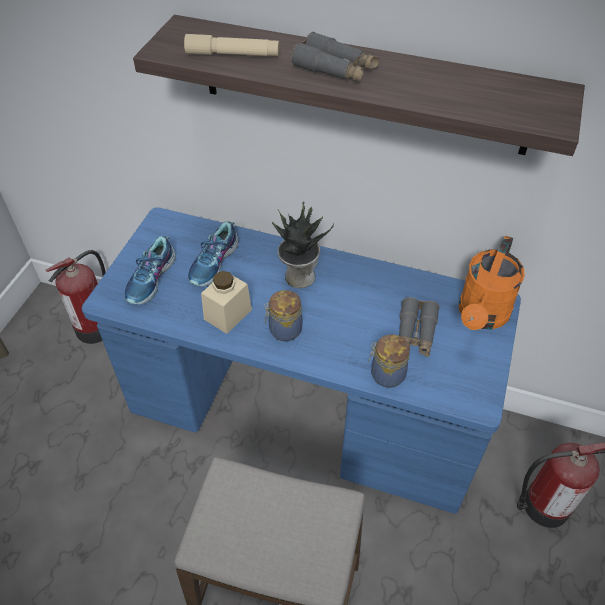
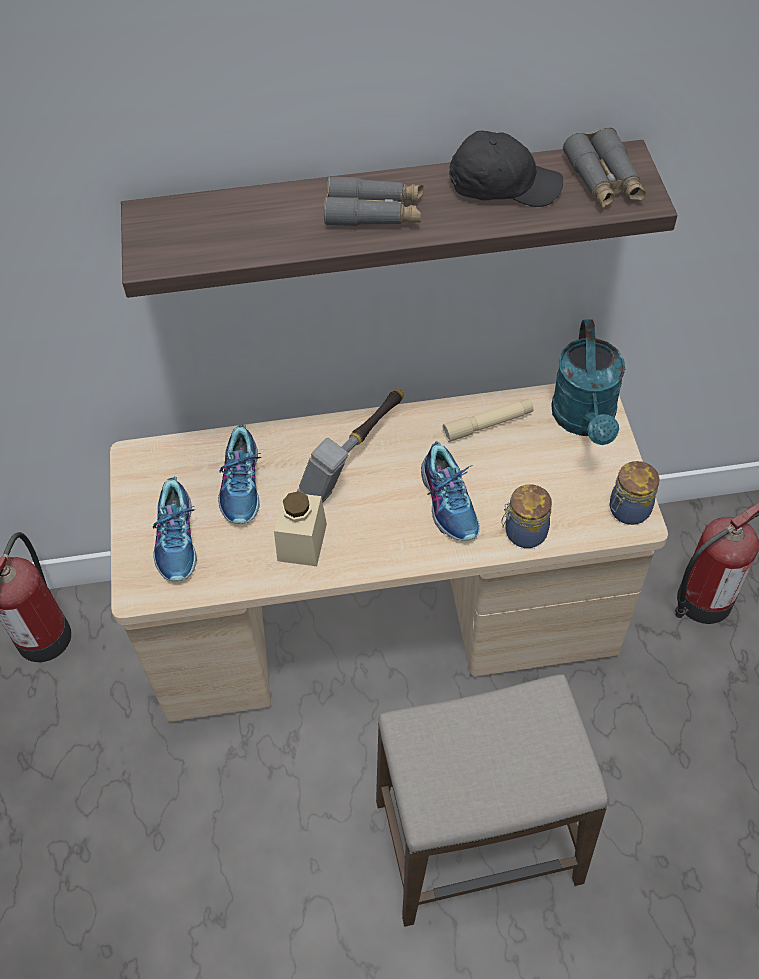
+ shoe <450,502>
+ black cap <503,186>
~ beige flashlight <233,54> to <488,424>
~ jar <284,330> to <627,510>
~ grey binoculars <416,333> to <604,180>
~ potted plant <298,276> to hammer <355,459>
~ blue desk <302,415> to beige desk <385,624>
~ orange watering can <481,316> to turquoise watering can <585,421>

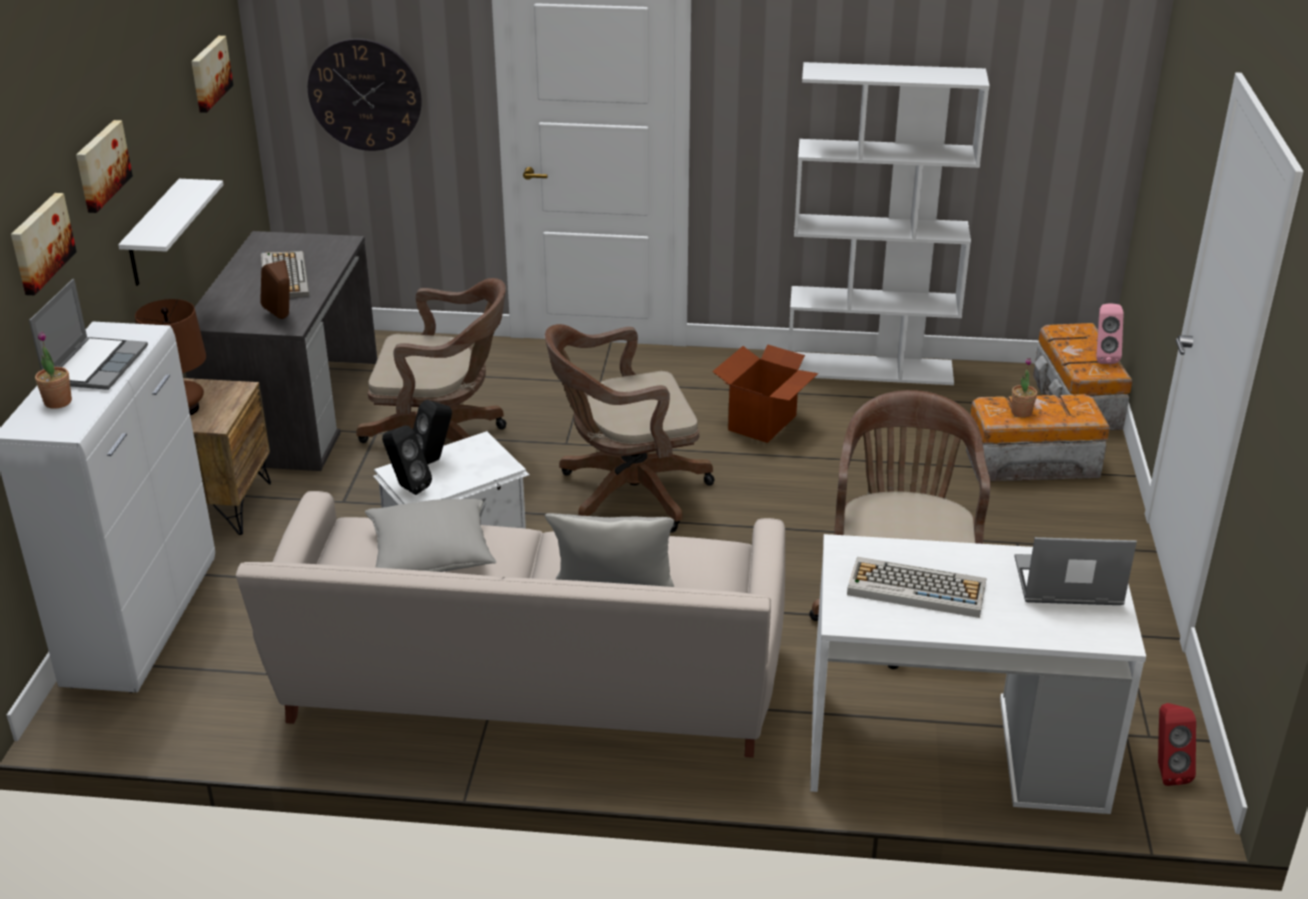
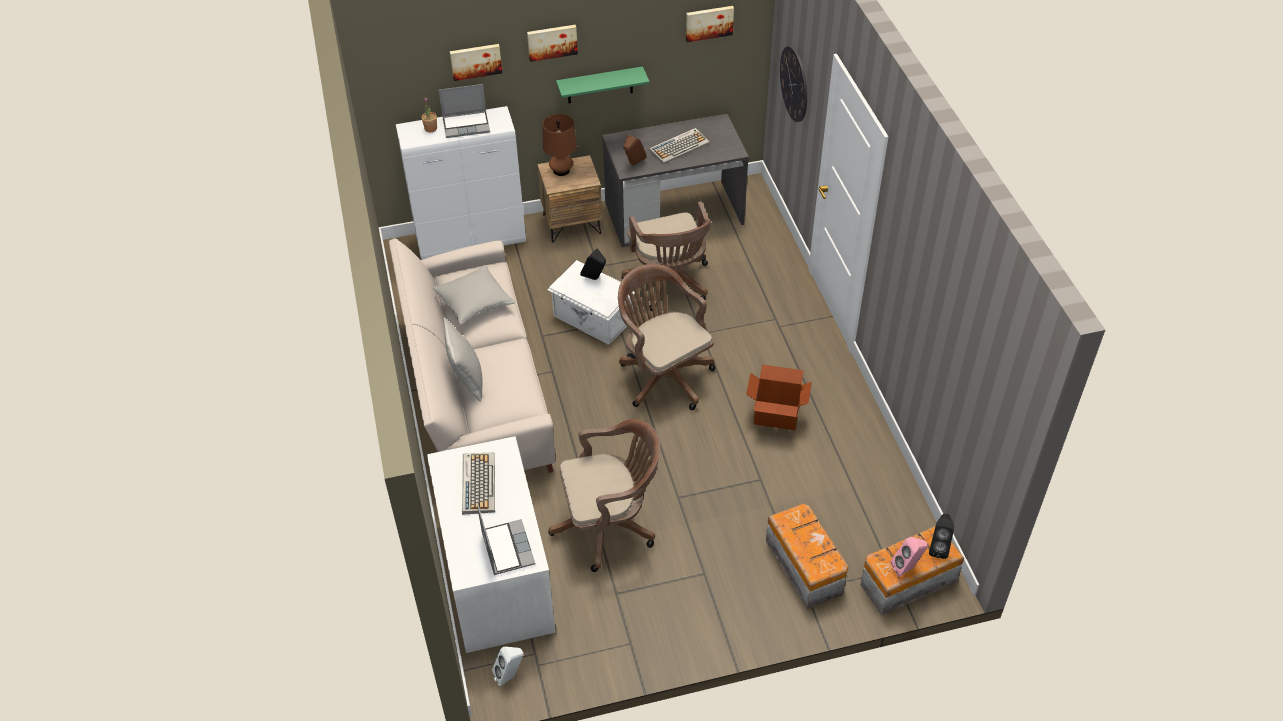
- white bookcase <870,369>
- potted plant <1021,412>
~ black speaker <407,487> to <938,548>
~ white shelf <154,234> to green shelf <600,85>
~ red speaker <1166,771> to white speaker <510,676>

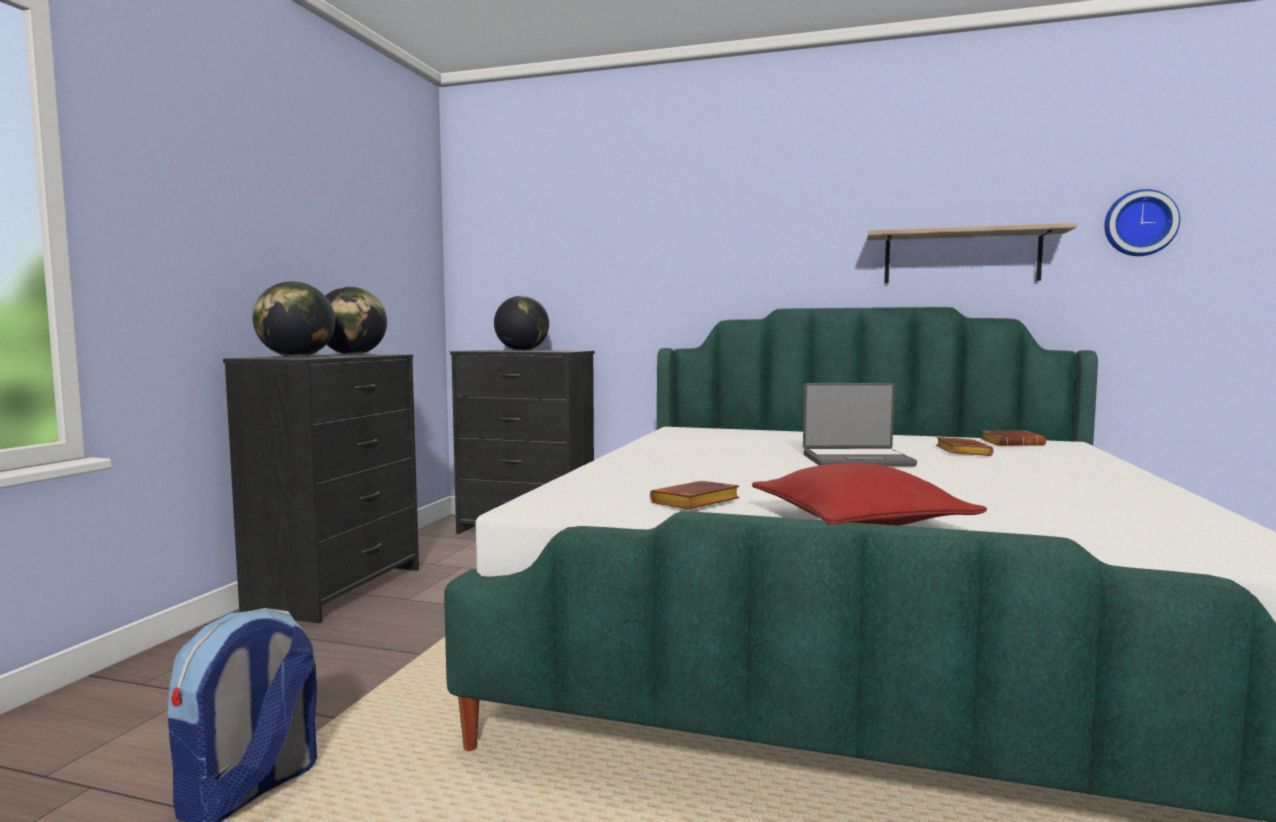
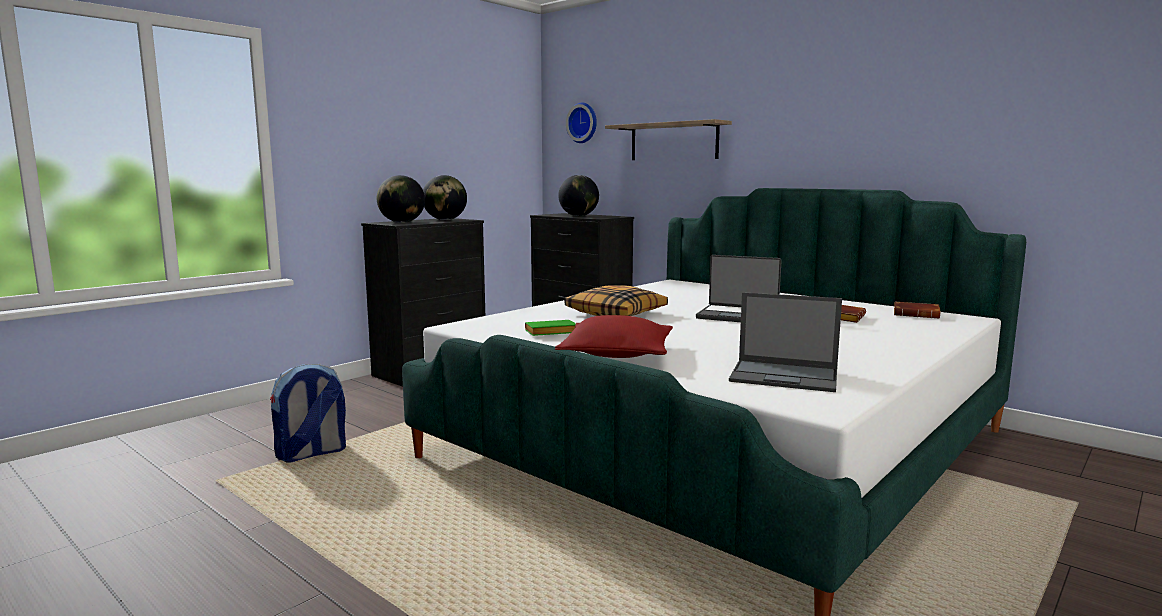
+ pillow <616,313>
+ laptop <785,376>
~ shelf <961,257> to <673,141>
~ wall clock <1139,223> to <583,123>
~ brown book <695,503> to green book <550,333>

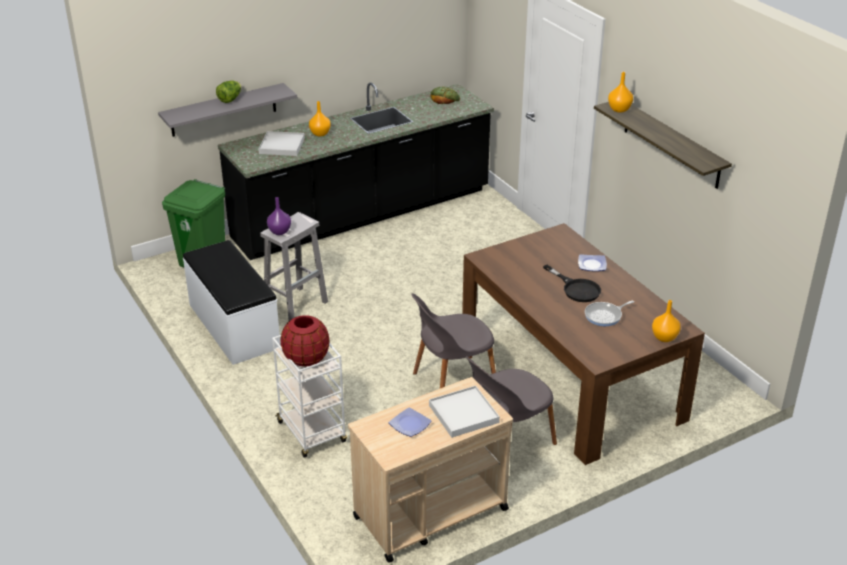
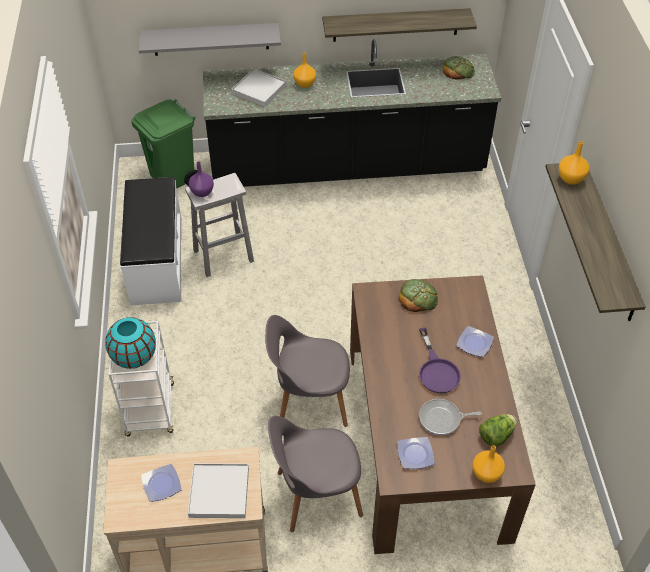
+ shelf <395,25>
+ plate <414,454>
+ bread <418,297>
~ lettuce <230,99> to <496,435>
~ red vase <306,358> to turquoise vase <134,356>
~ black frying pan <576,289> to purple frying pan <437,370>

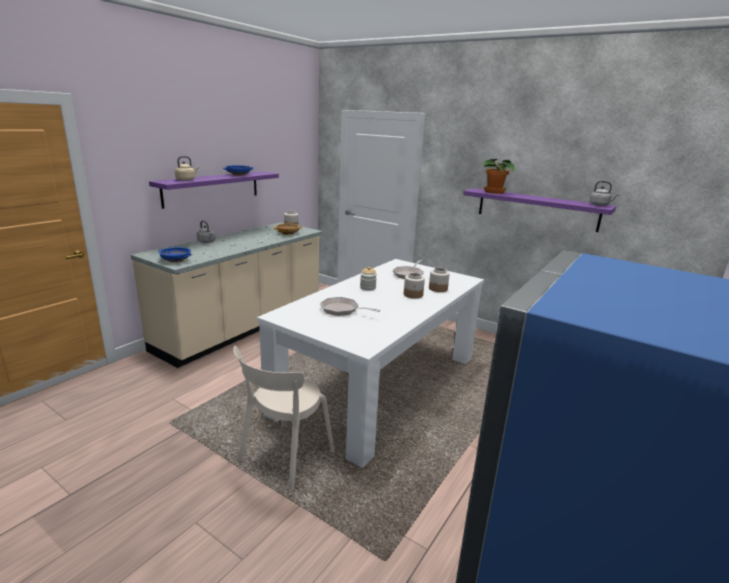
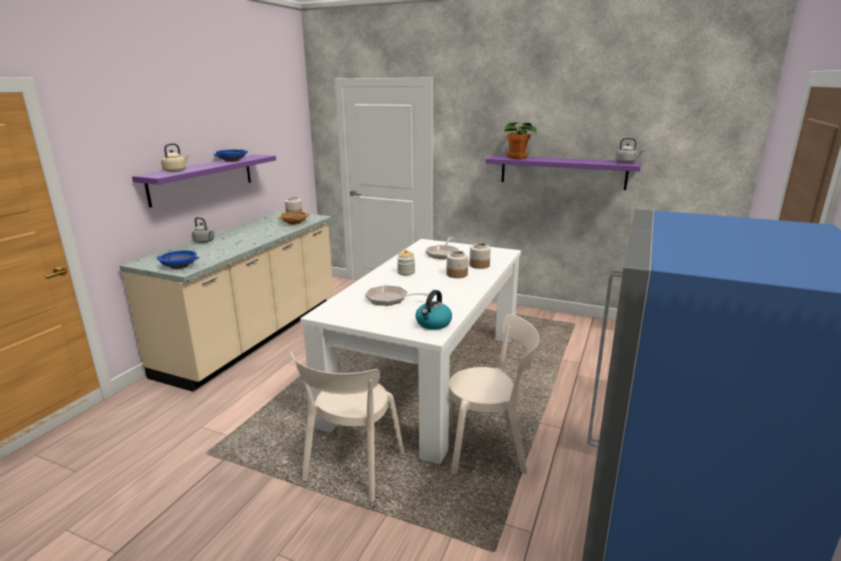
+ kettle <433,323>
+ beige chair <489,448>

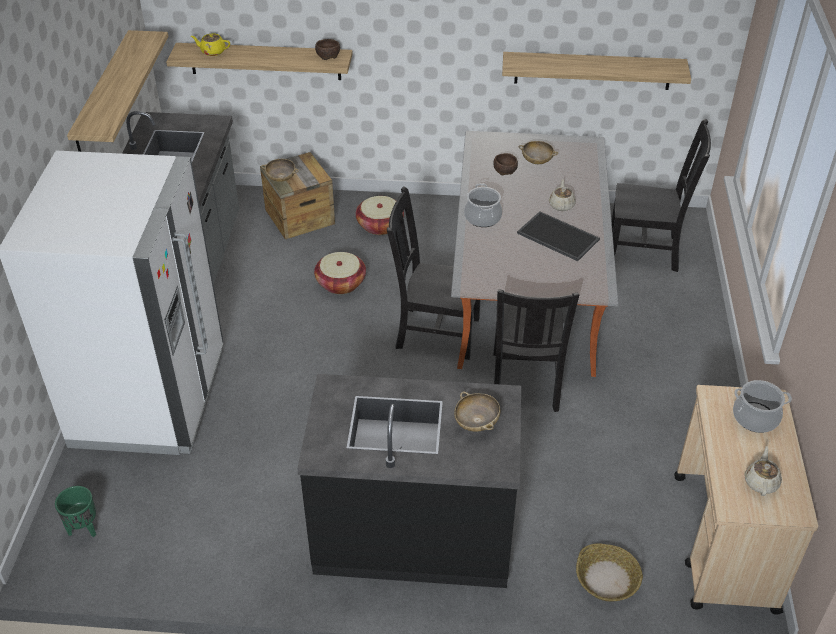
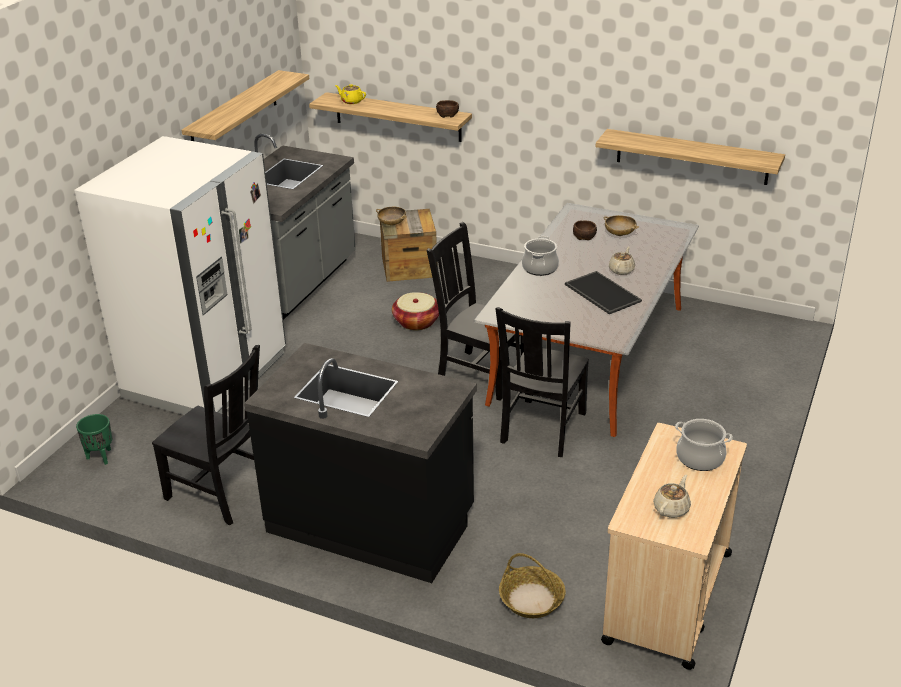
- basket <380,225>
- beige bowl <476,422>
~ black chair <646,250> to <221,493>

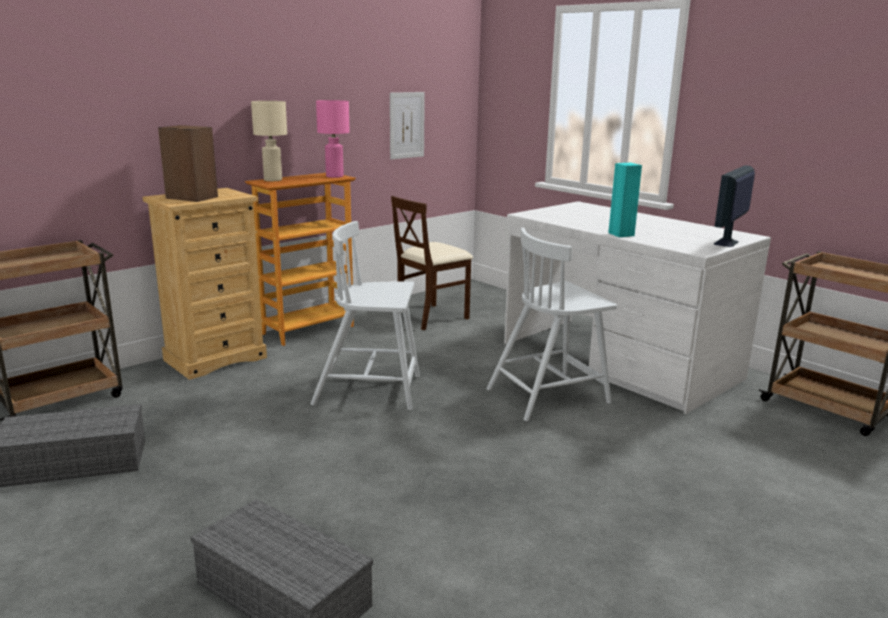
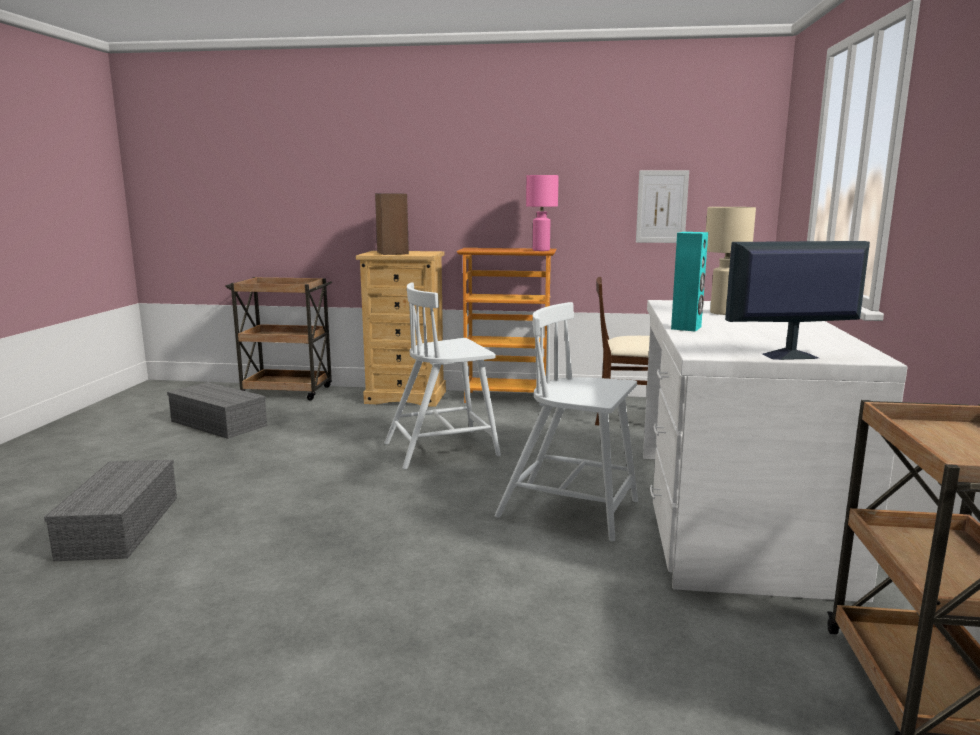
~ beige table lamp <272,180> to <722,313>
~ white chair <370,390> = <443,449> 75 degrees counterclockwise

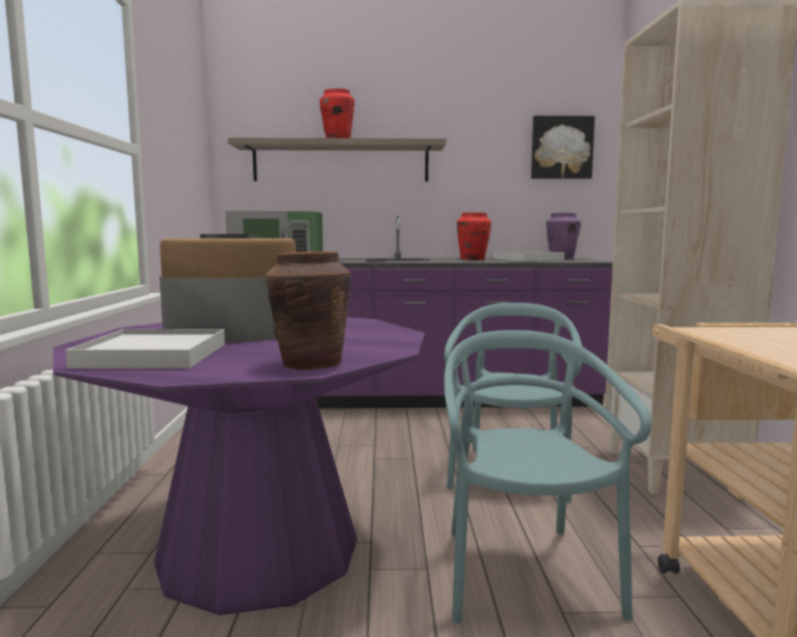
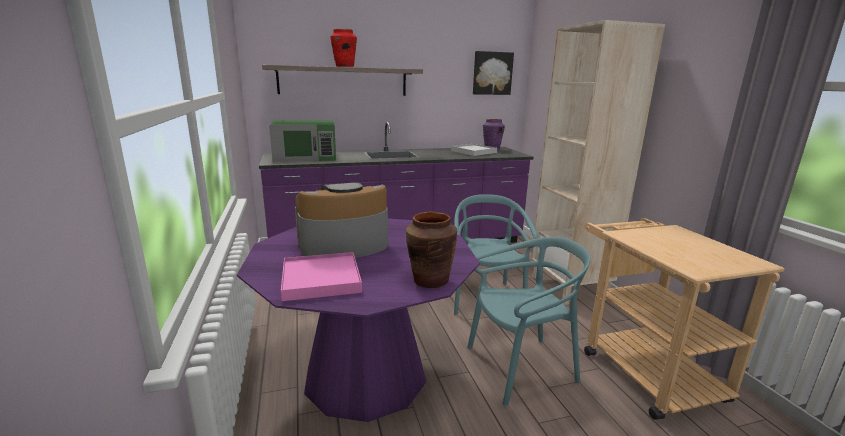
- red vase <473,259>
~ white tray <153,355> to pink tray <321,279>
~ turquoise chair <524,574> = <521,367> 90 degrees clockwise

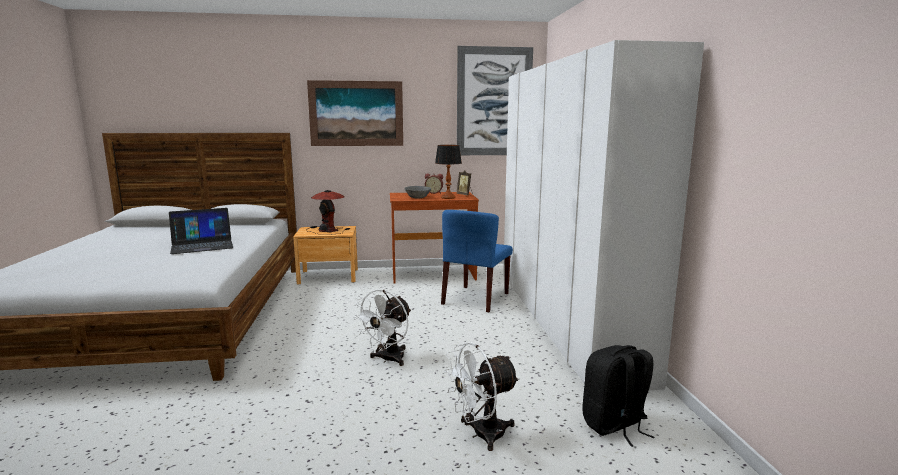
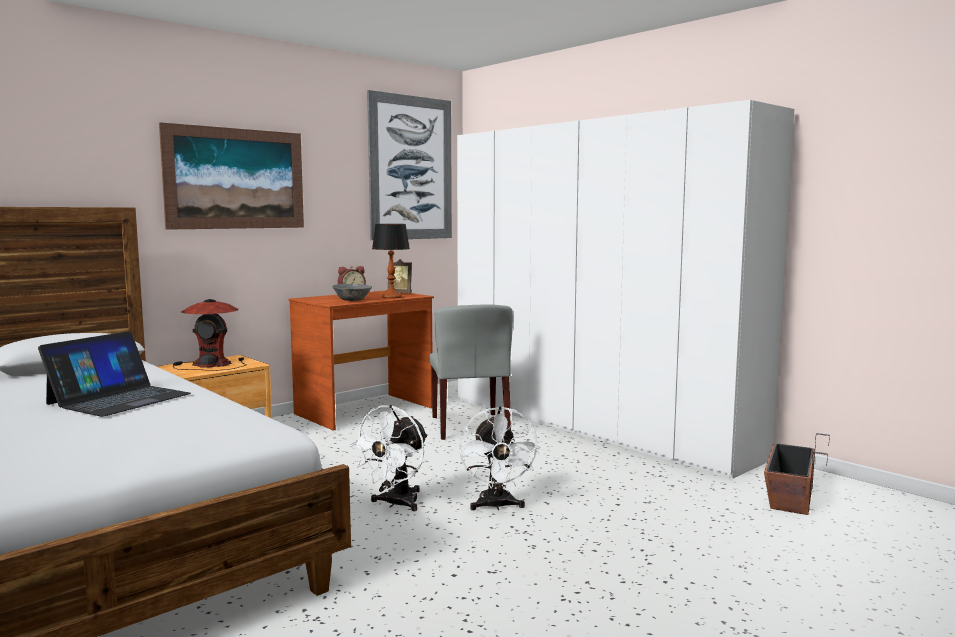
~ white fan <481,435> to <396,504>
~ black backpack <615,425> to planter <790,496>
~ blue chair <476,299> to grey chair <470,426>

